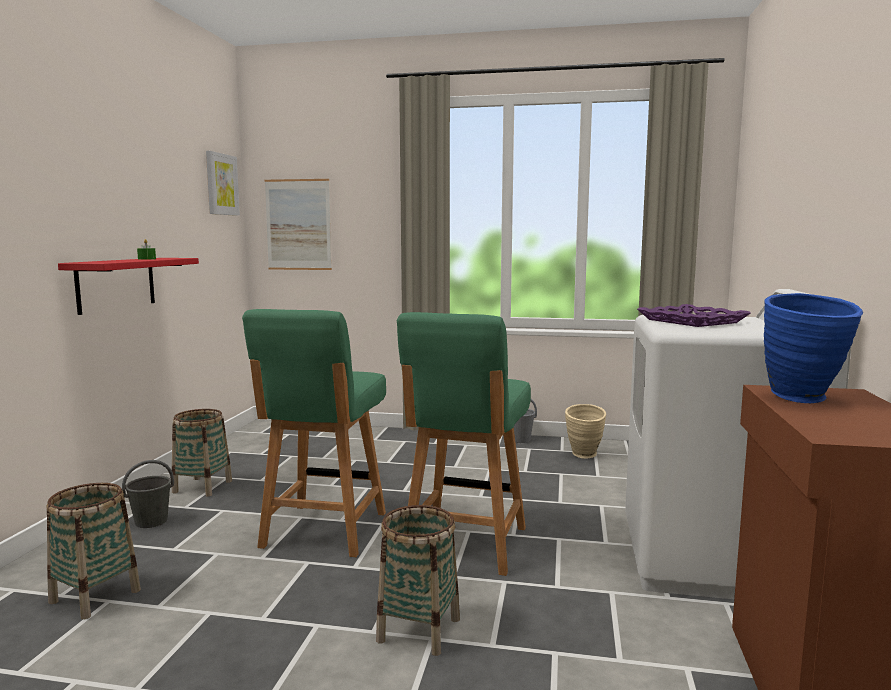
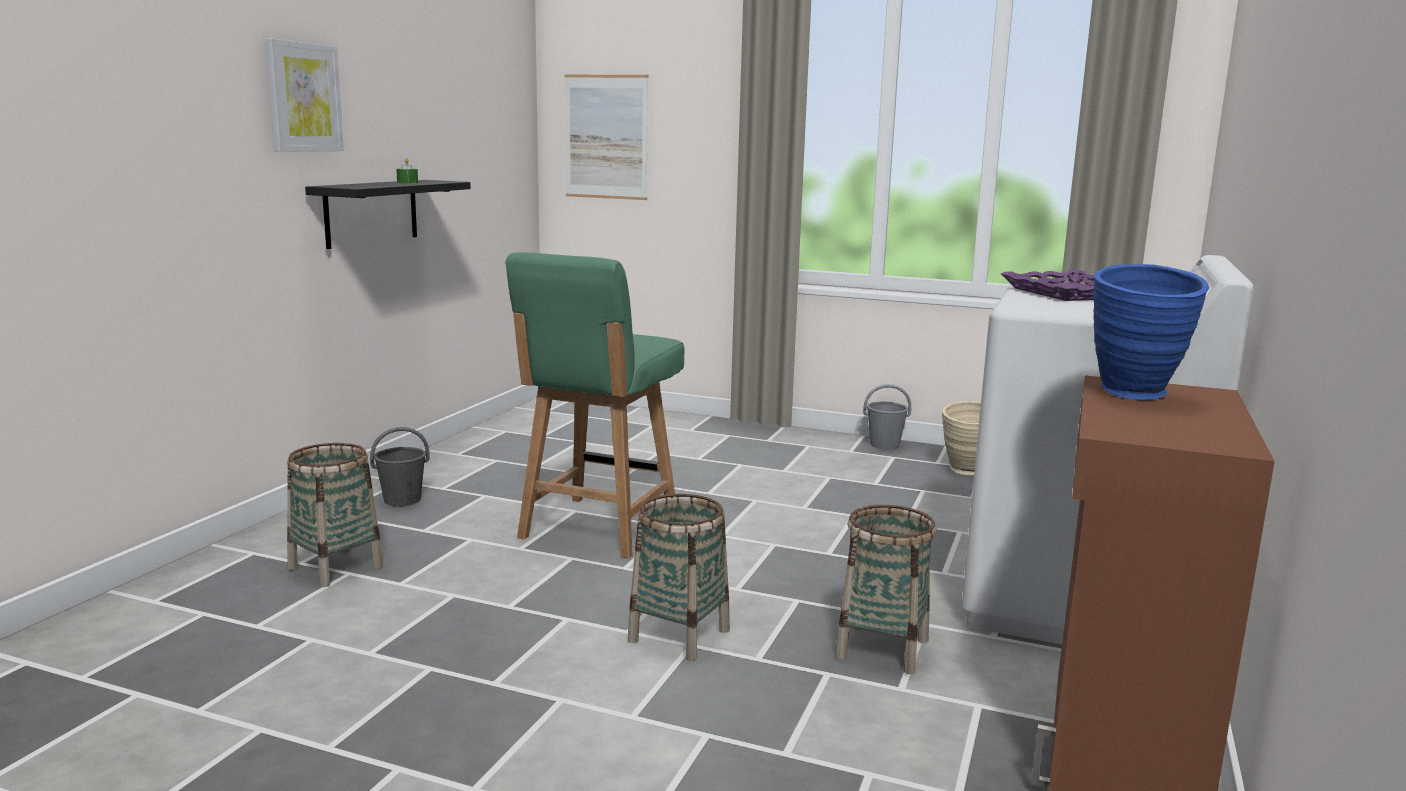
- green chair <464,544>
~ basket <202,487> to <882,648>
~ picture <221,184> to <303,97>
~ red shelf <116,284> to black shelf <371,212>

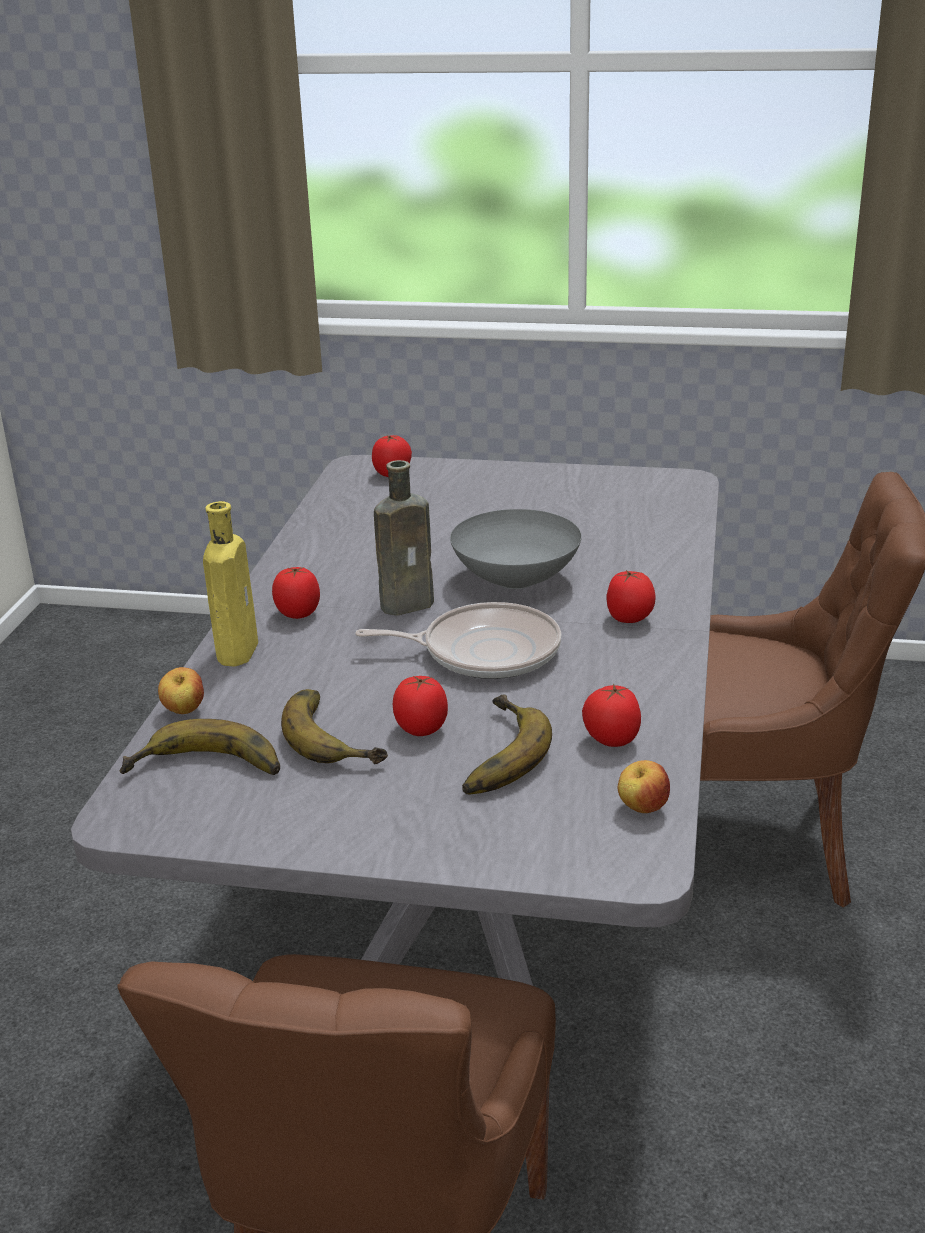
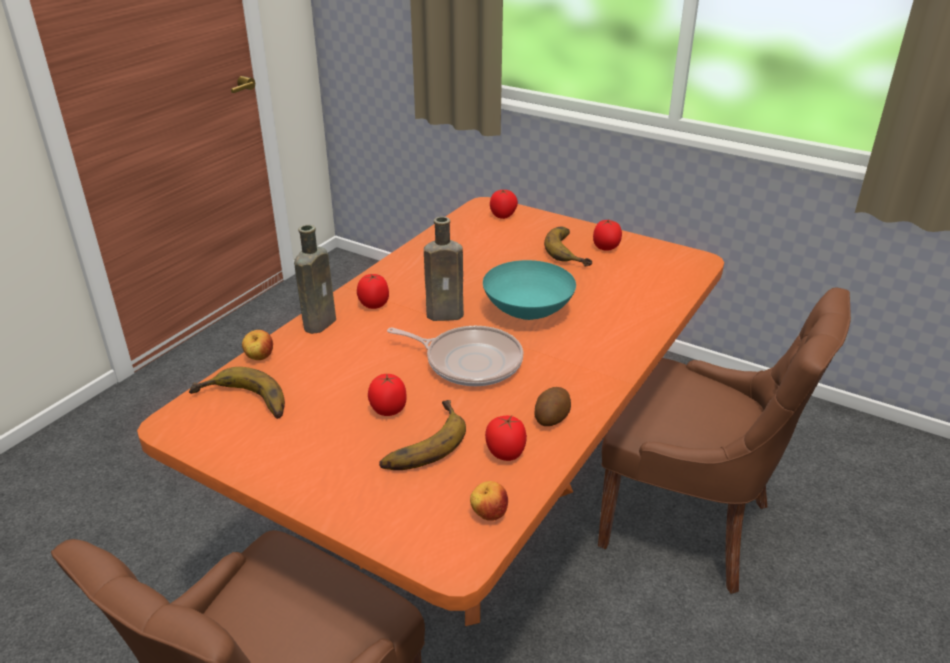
+ potato <551,417>
~ banana <338,734> to <572,250>
~ tomato <630,619> to <606,248>
~ grey dining table <470,921> to orange dining table <473,524>
~ yellow bottle <238,649> to brown bottle <321,322>
~ grey bowl <514,580> to turquoise bowl <526,312>

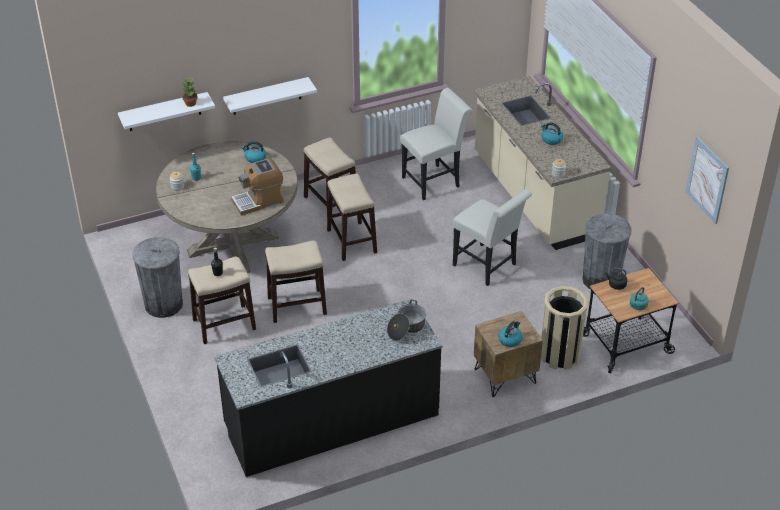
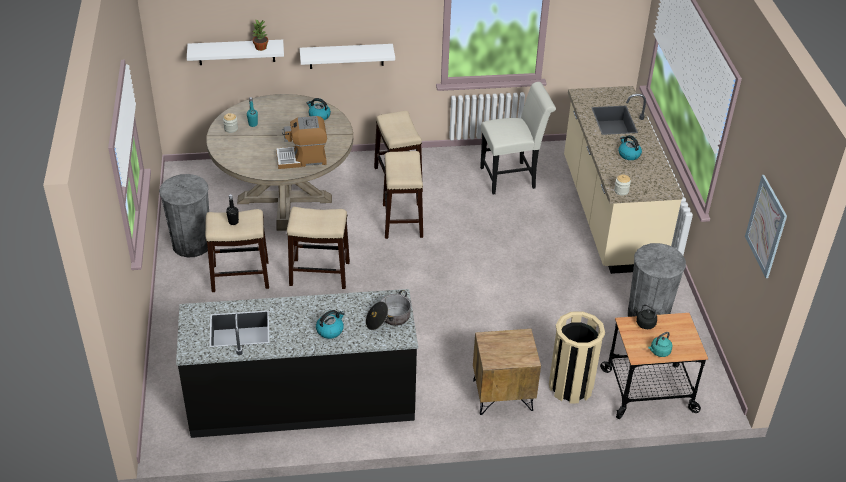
- white chair <488,267>
~ kettle <510,339> to <330,330>

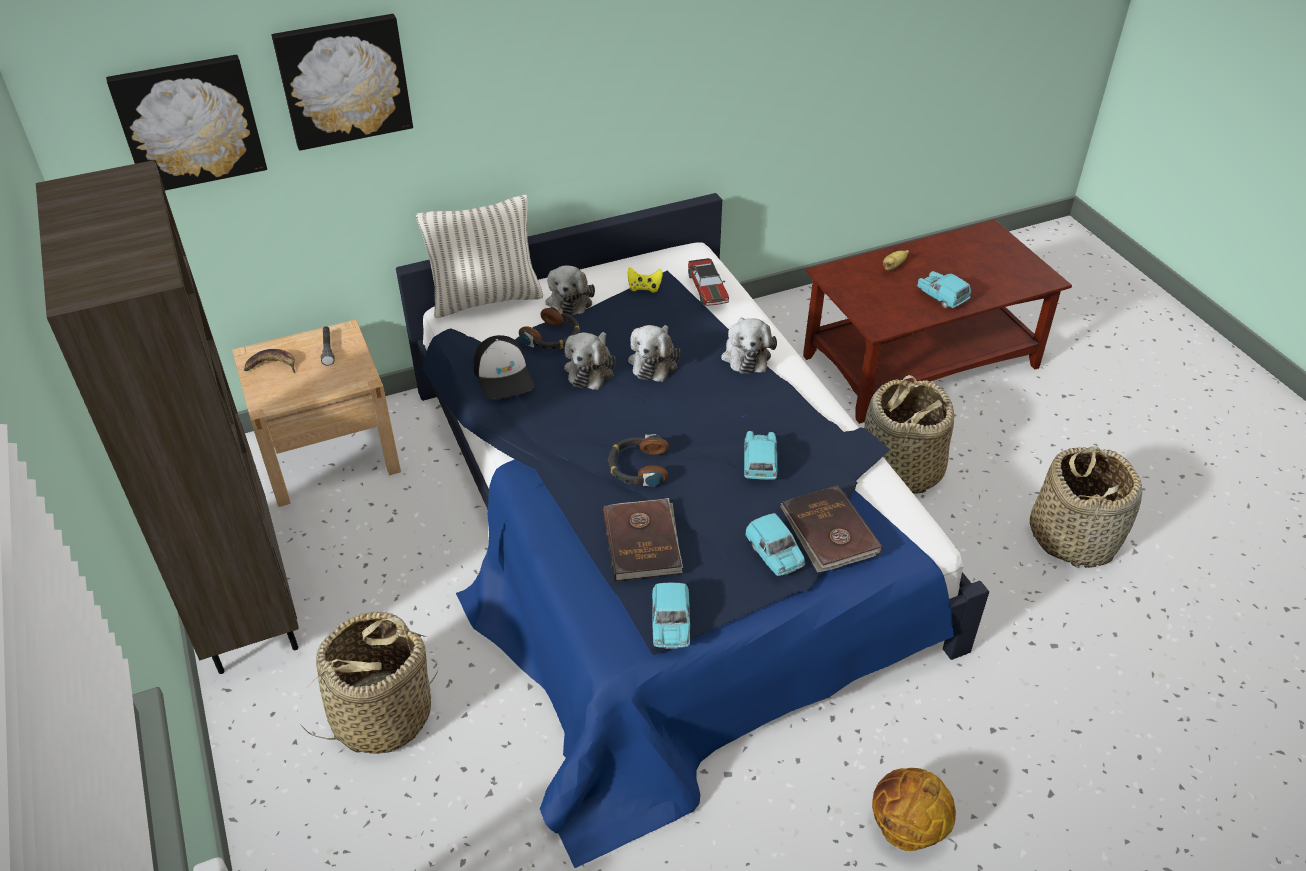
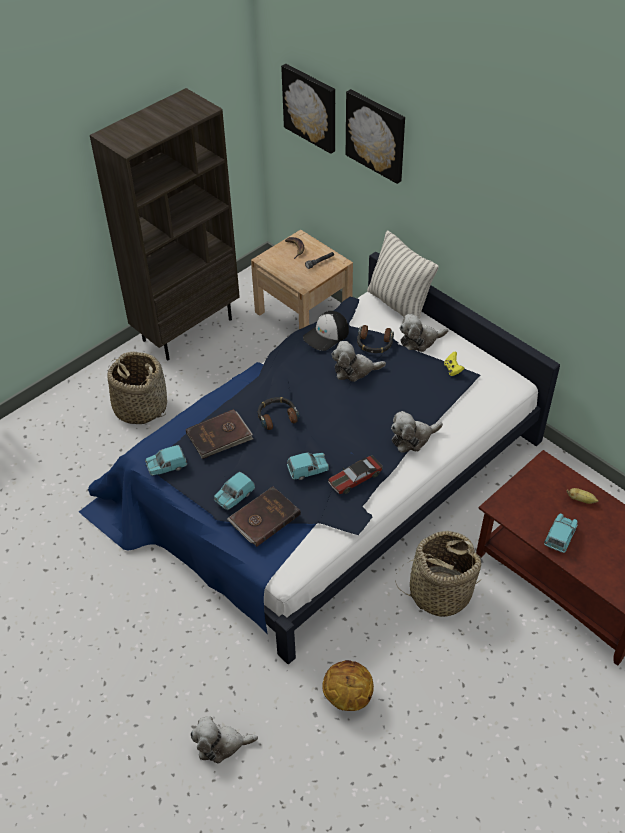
- basket <1073,537>
~ plush toy <654,362> to <221,744>
~ toy car <708,289> to <355,478>
~ basketball <906,828> to <347,696>

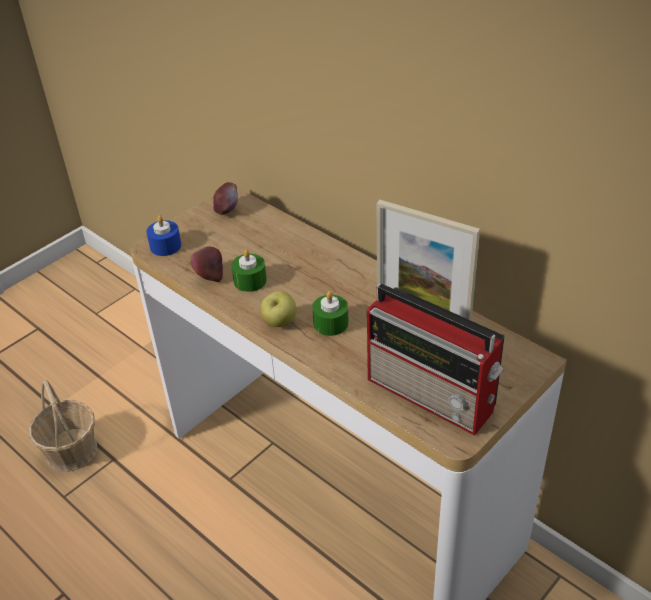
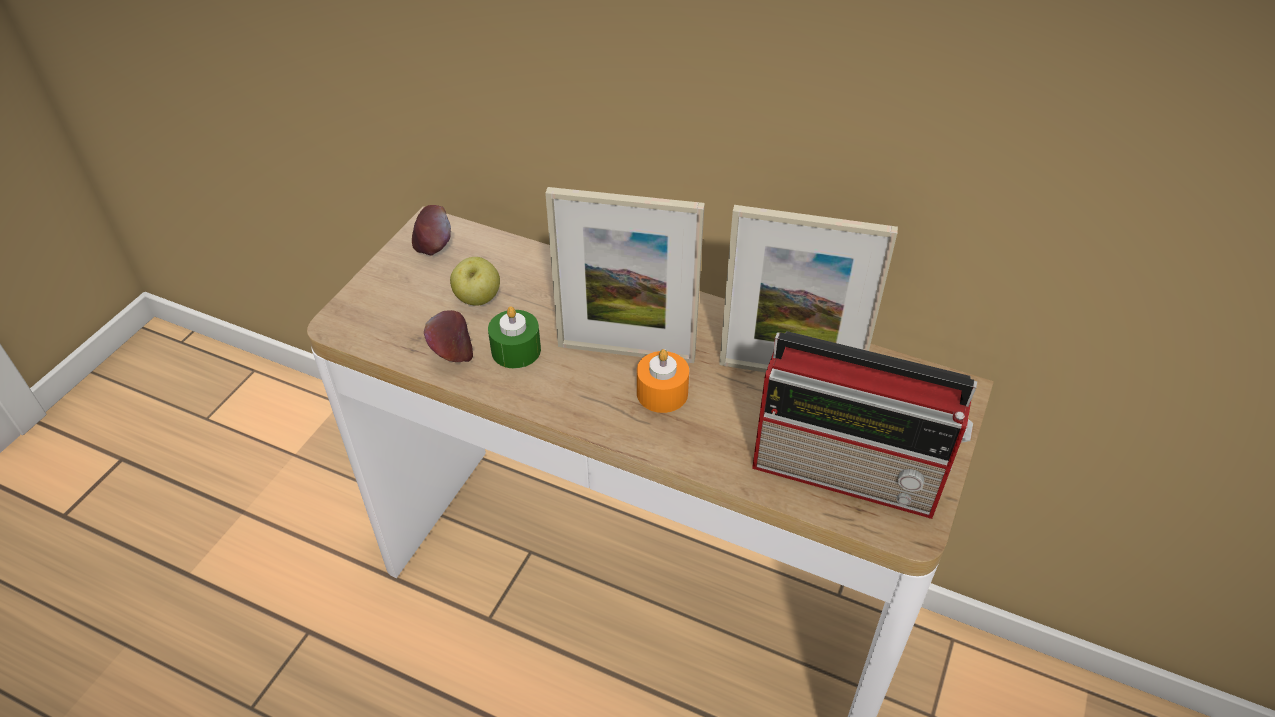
- basket <71,450>
- blue candle <165,246>
+ picture frame <626,352>
~ apple <280,322> to <478,299>
~ green candle <331,323> to orange candle <662,393>

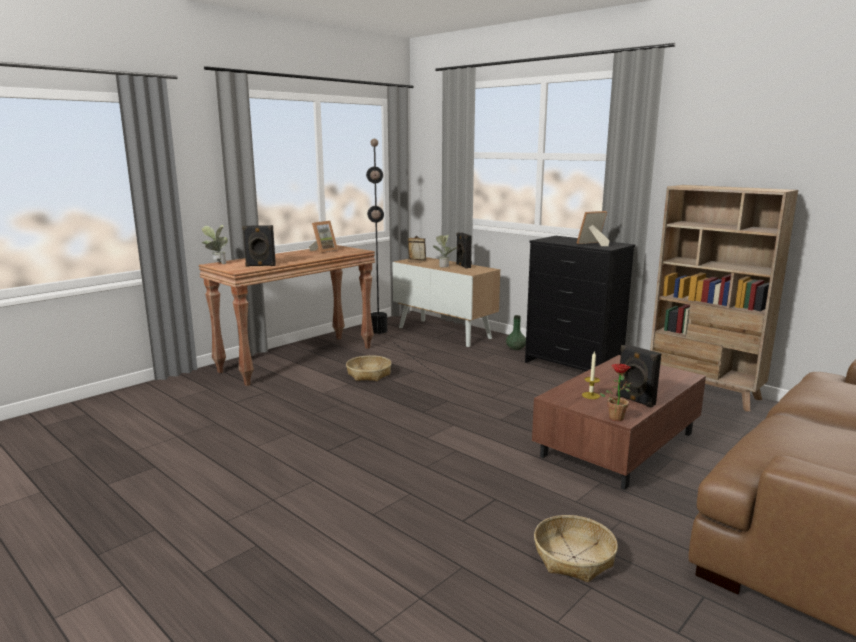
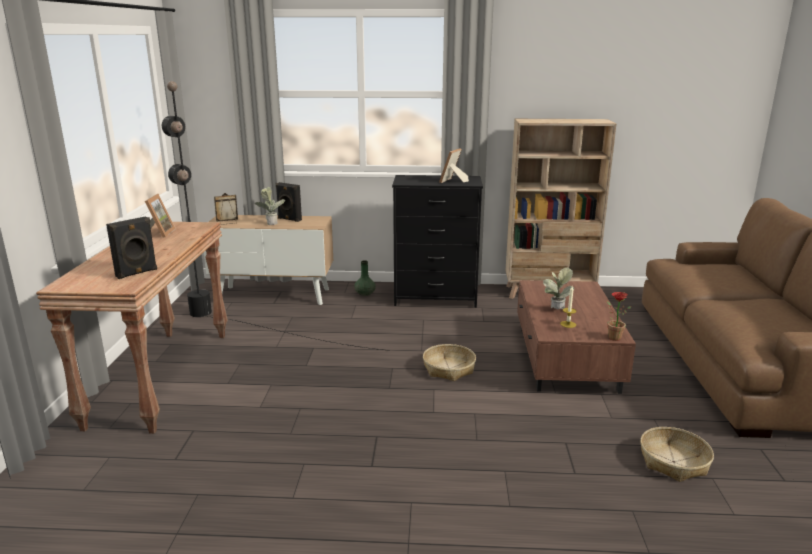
- black speaker <635,400>
~ potted plant <217,263> to <555,311>
~ basket <369,374> to <448,369>

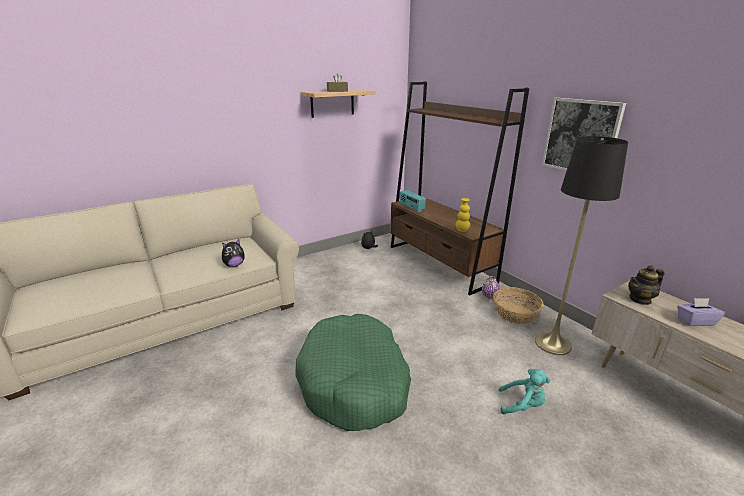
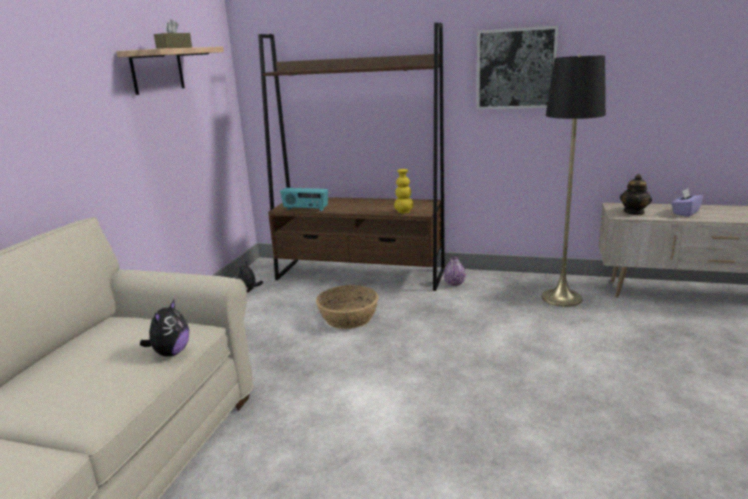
- green dog bed <355,382>
- turquoise plush toy <522,405>
~ basket <515,313> to <348,317>

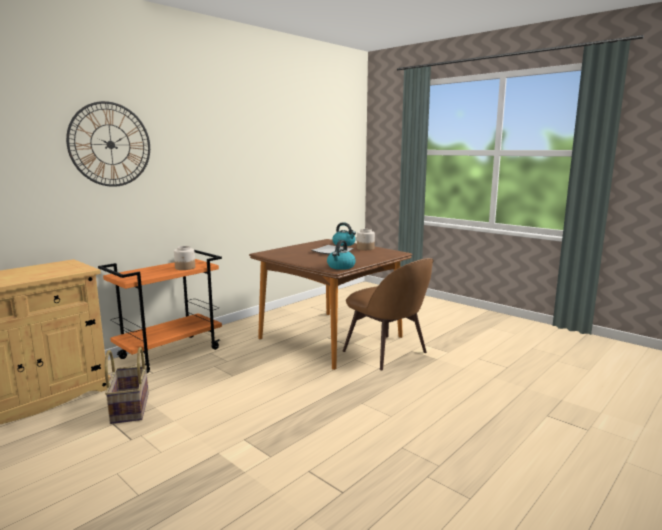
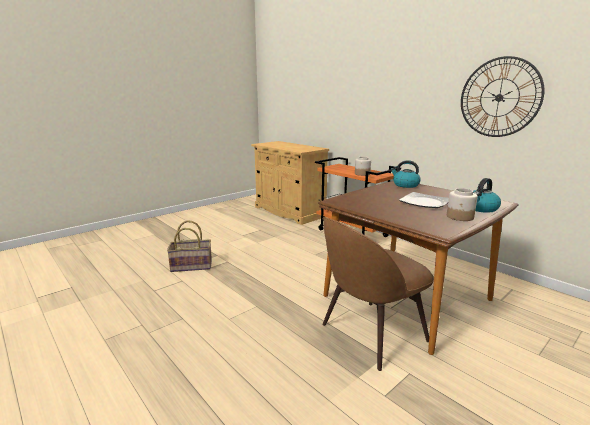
~ wall clock <110,144> to <499,97>
~ basket <129,408> to <192,265>
~ kettle <341,267> to <405,185>

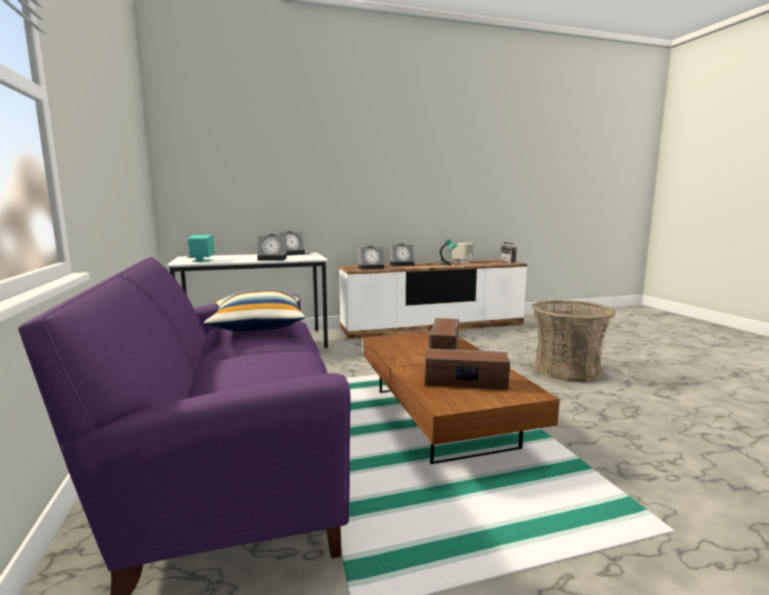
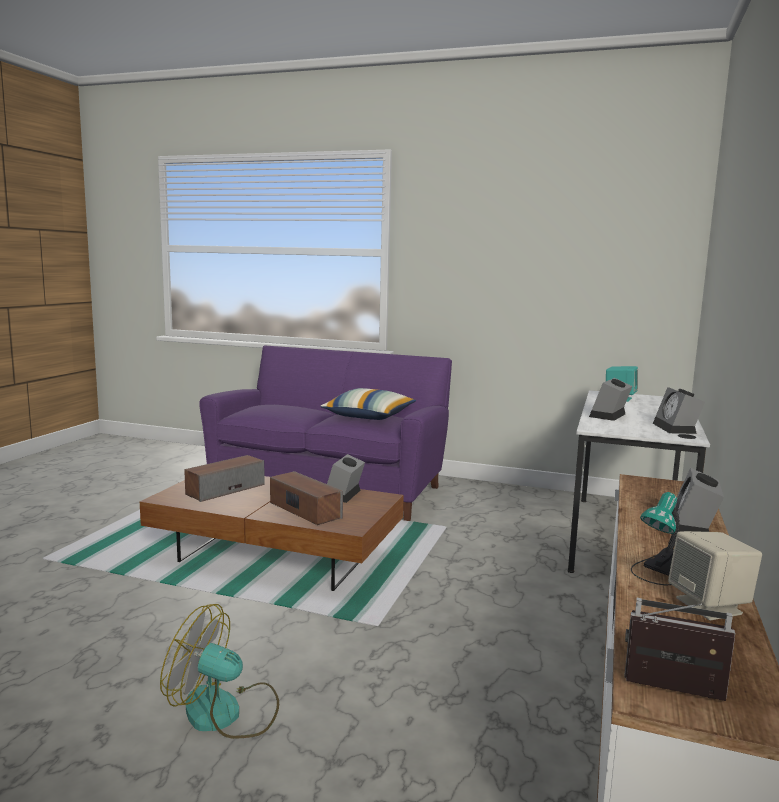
~ alarm clock <371,268> to <343,495>
~ basket <567,370> to fan <225,713>

